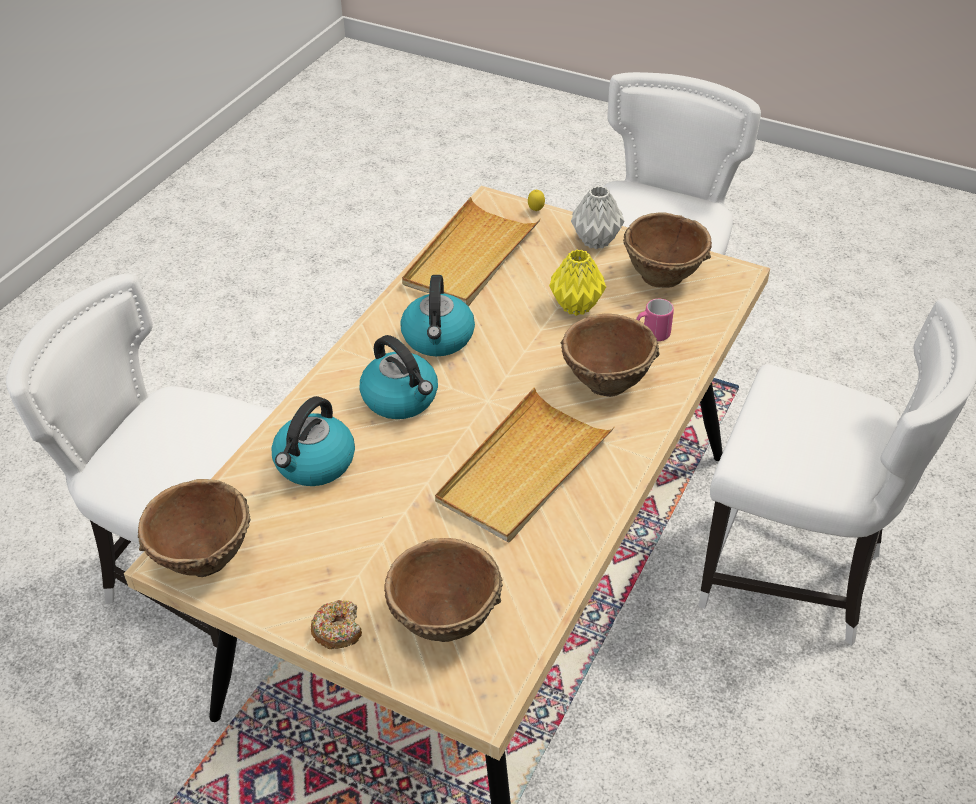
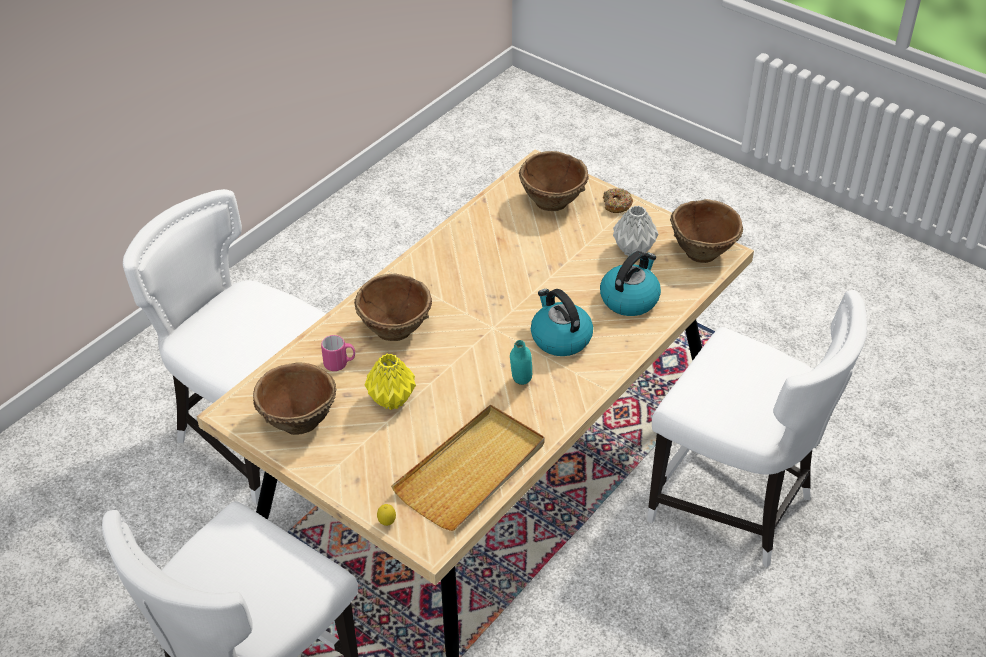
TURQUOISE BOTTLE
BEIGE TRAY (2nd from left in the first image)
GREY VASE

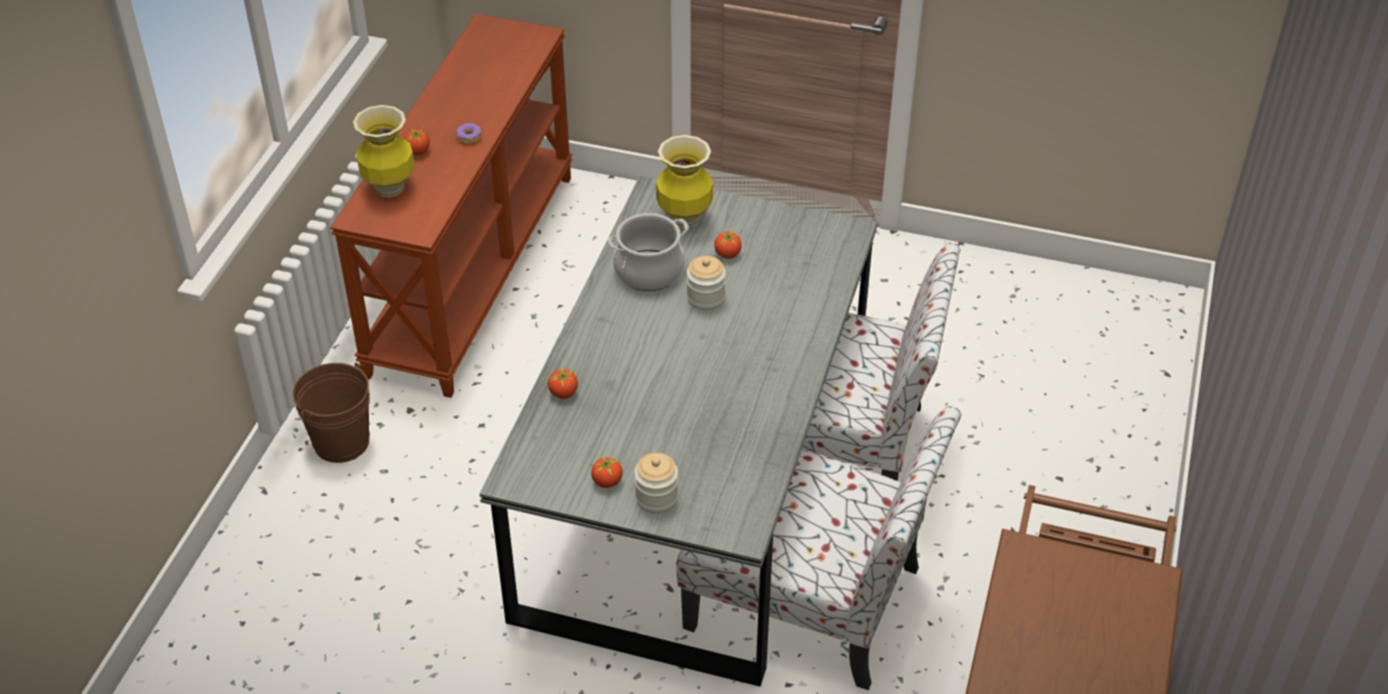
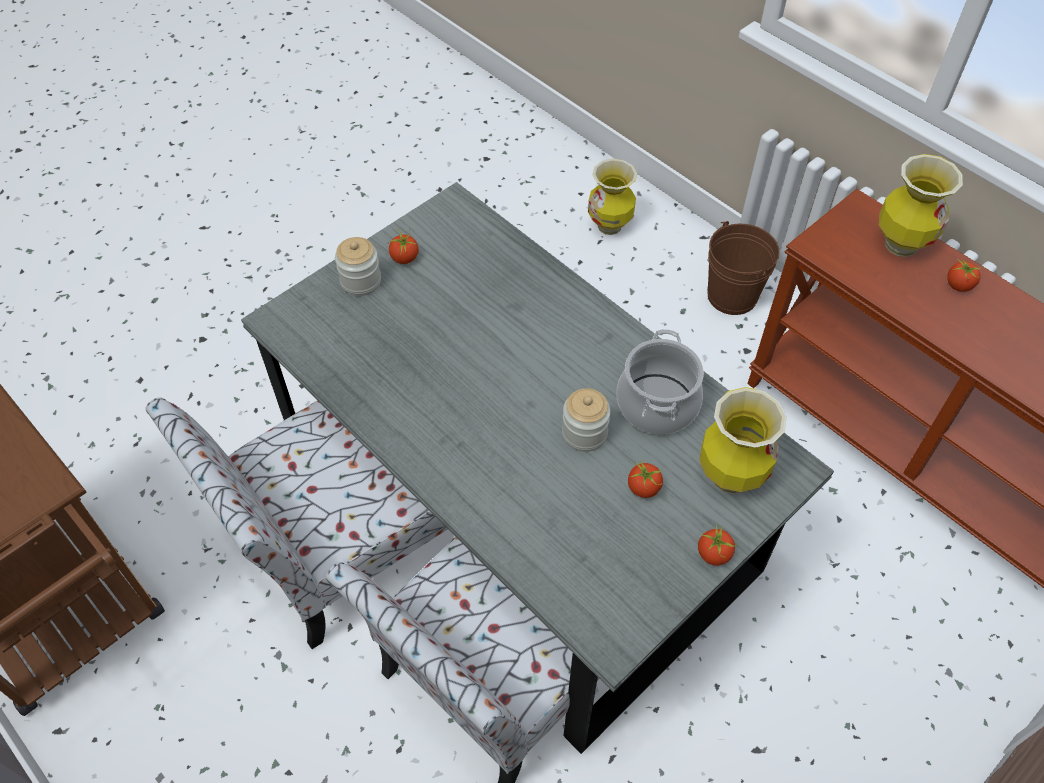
DONUT
TOMATO (3rd from left)
VASE (1st from left)

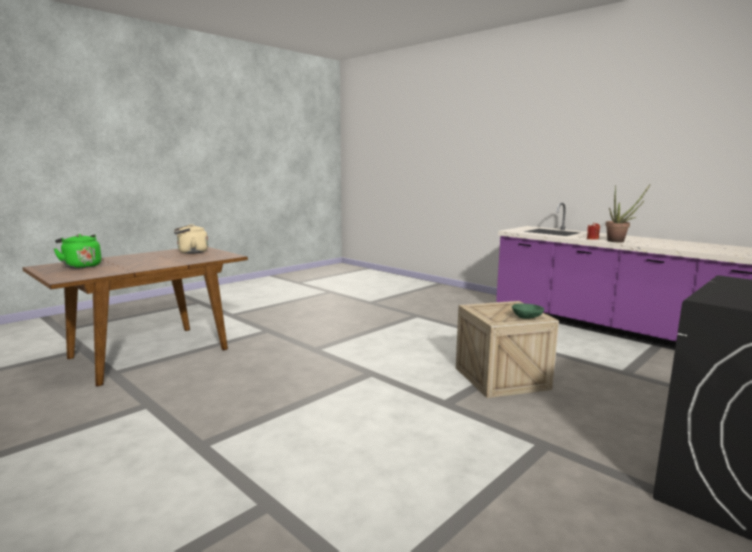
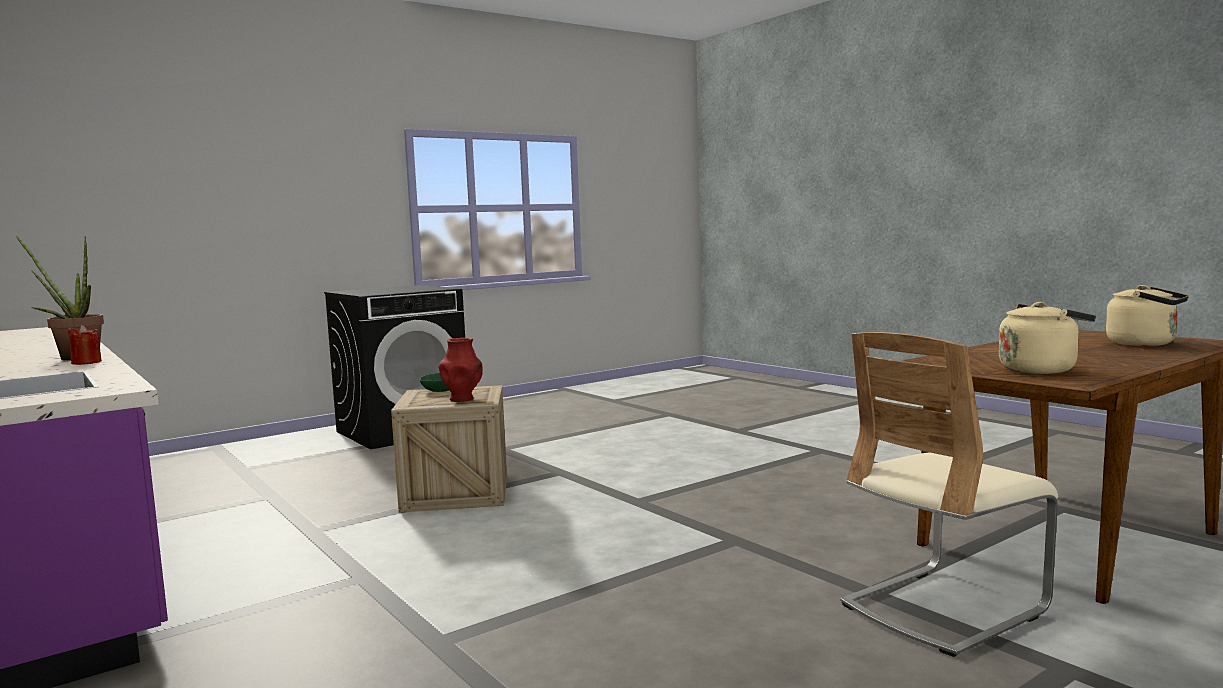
BEIGE KETTLE (2nd from left)
RED VASE
BEIGE CHAIR

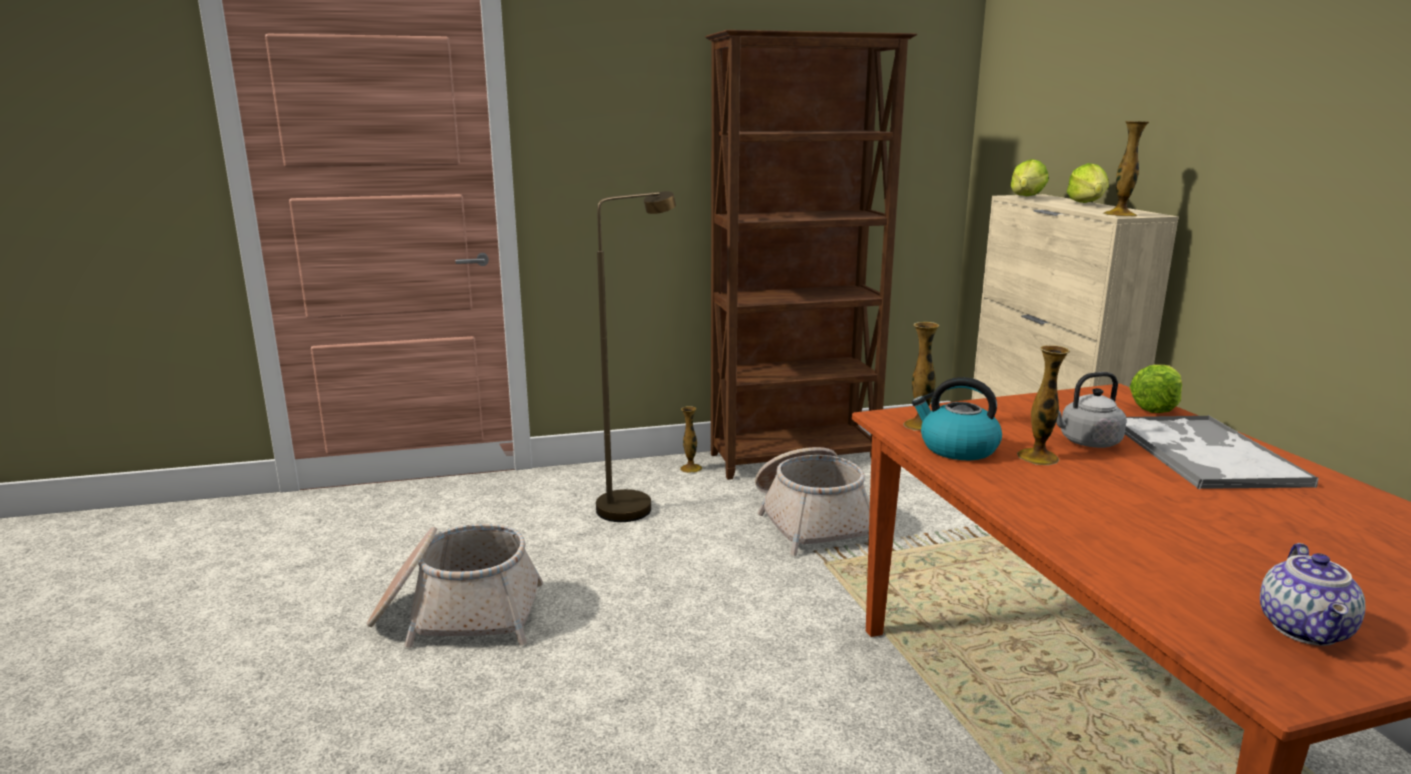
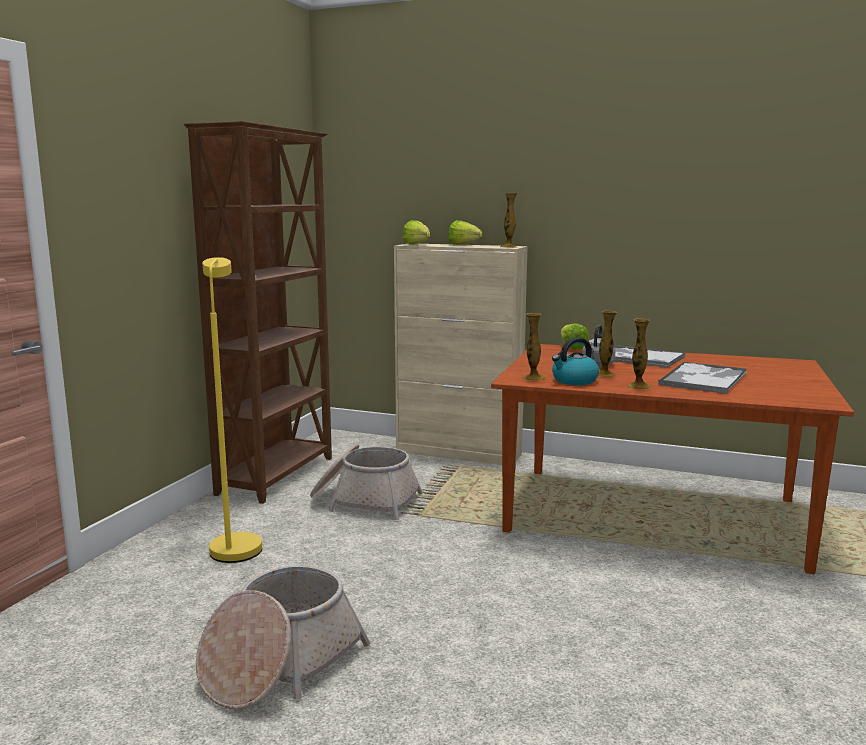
YELLOW FLOOR LAMP
VASE (4th from left)
TEAPOT
TRAY (2nd from left)

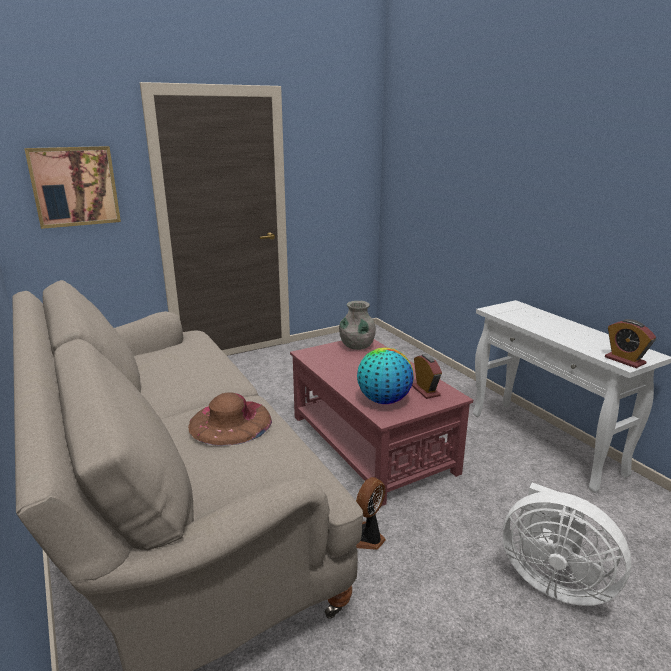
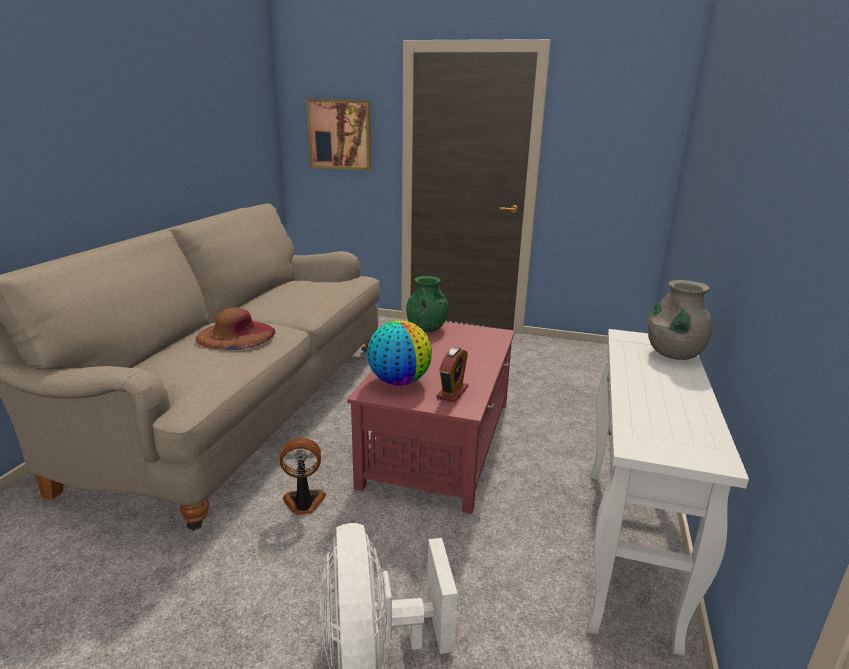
GREY VASE
ALARM CLOCK (2nd from left in the first image)
GREEN VASE

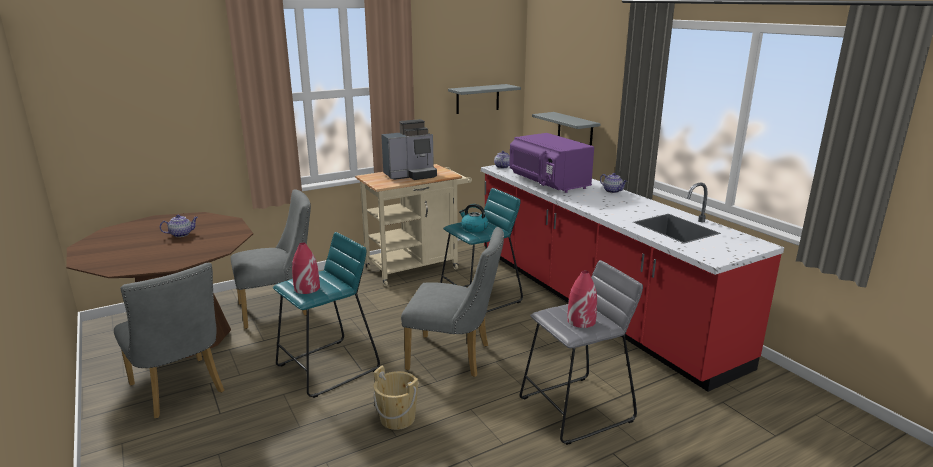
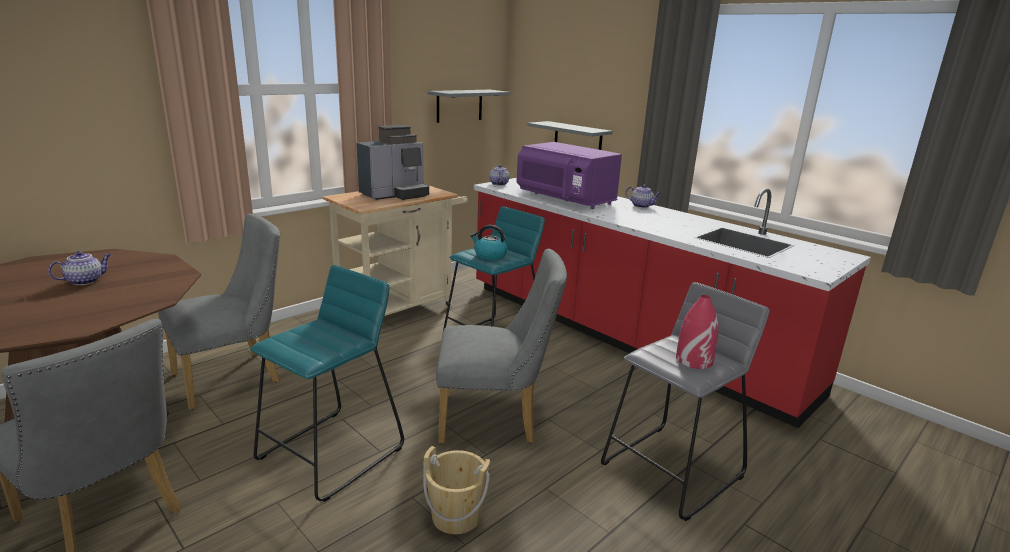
RED VASE (1st from left in the first image)

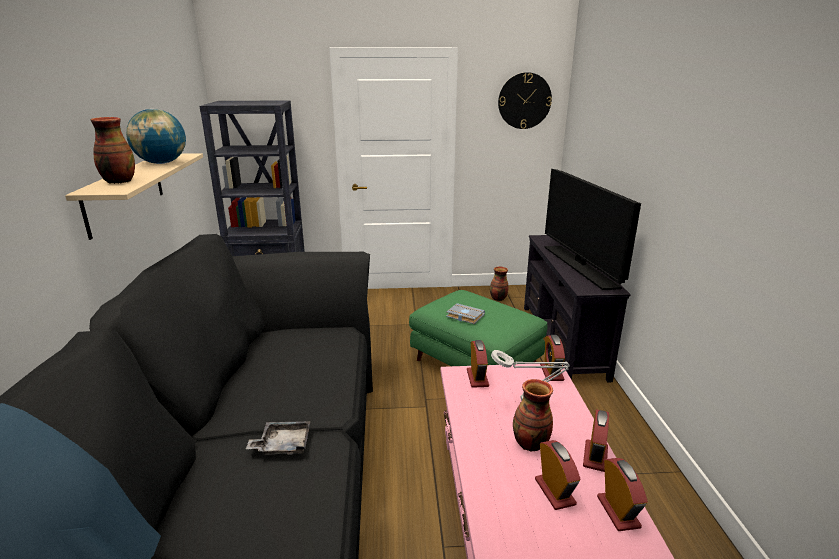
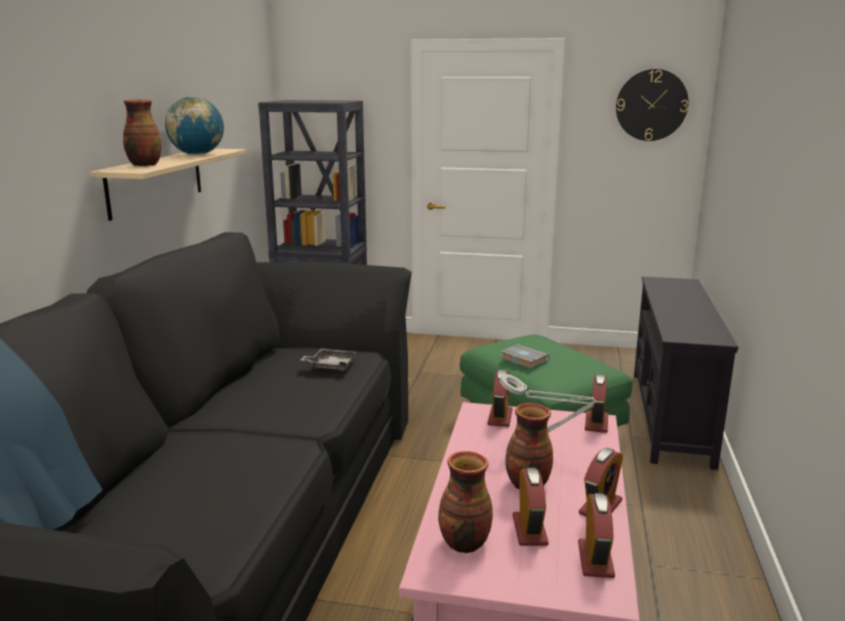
GREY TRAY
VASE (2nd from left)
TELEVISION

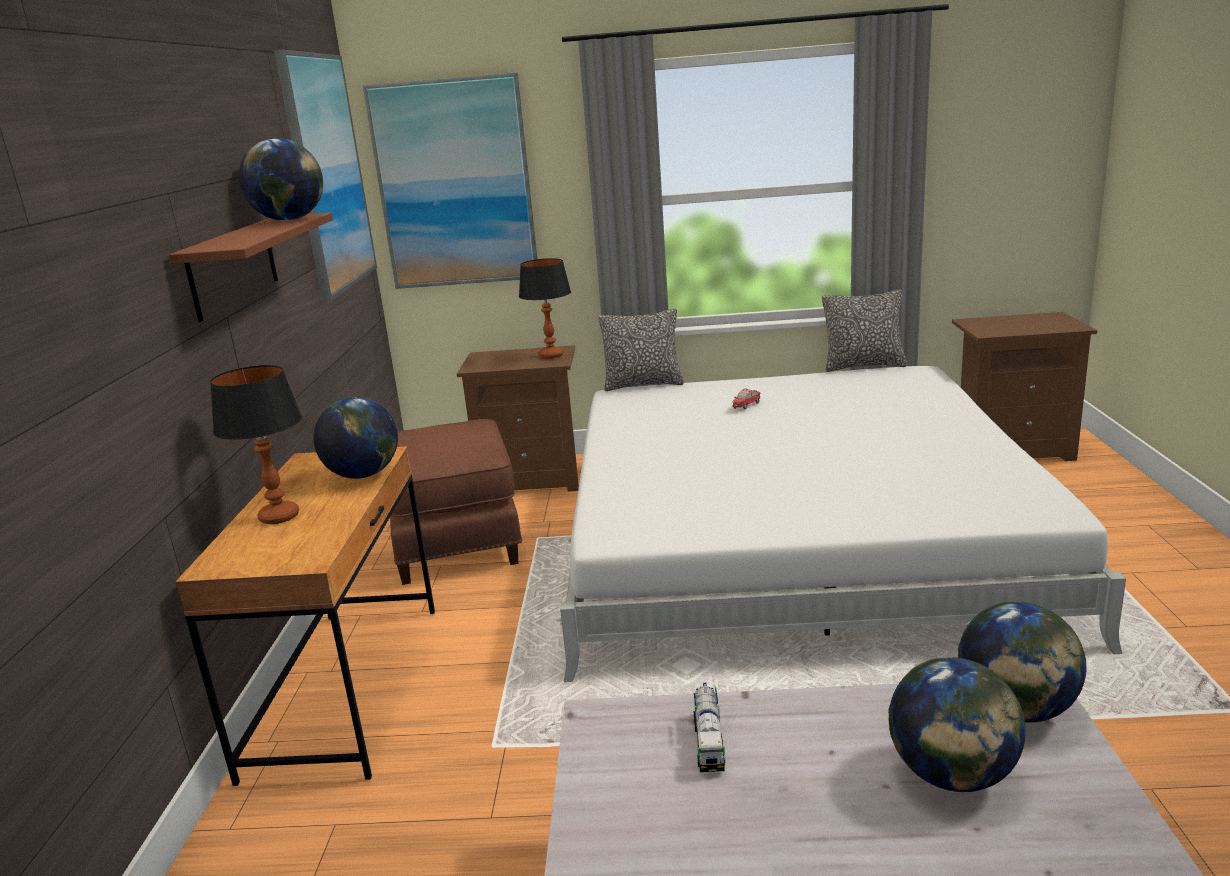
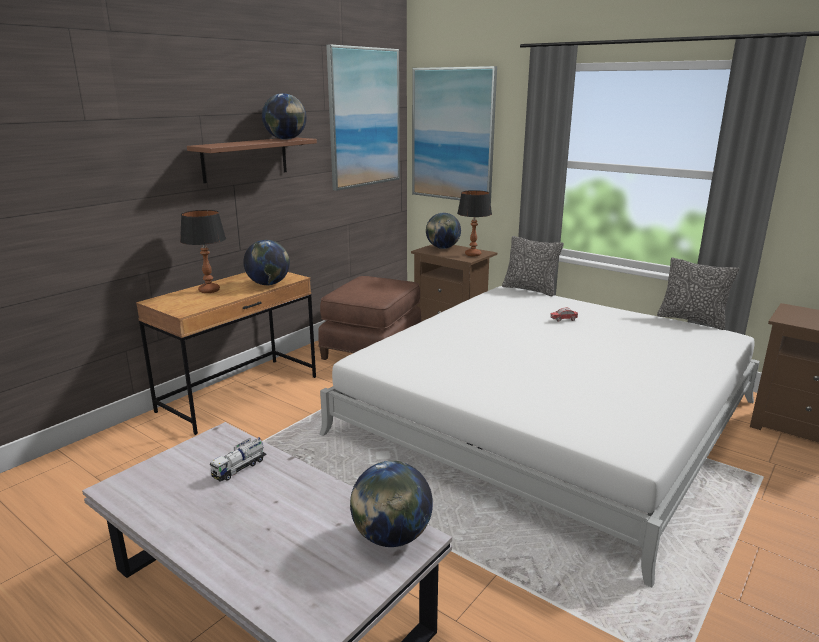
GLOBE (4th from left)

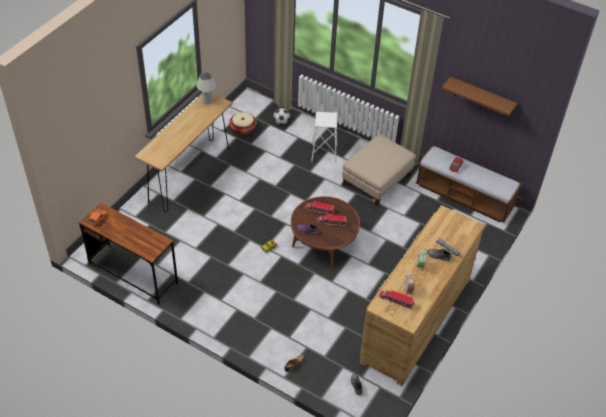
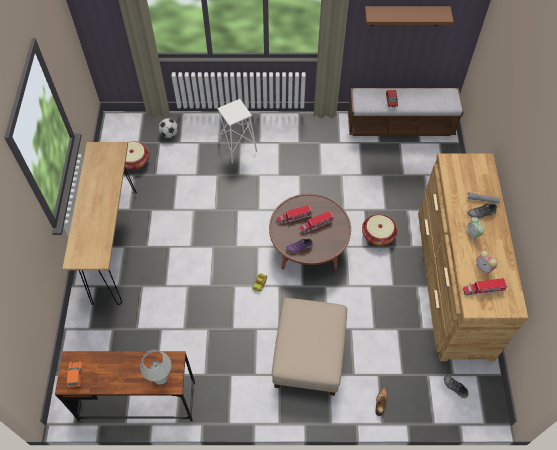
WHITE TABLE LAMP
BEIGE OTTOMAN
BASKET (2nd from left)

